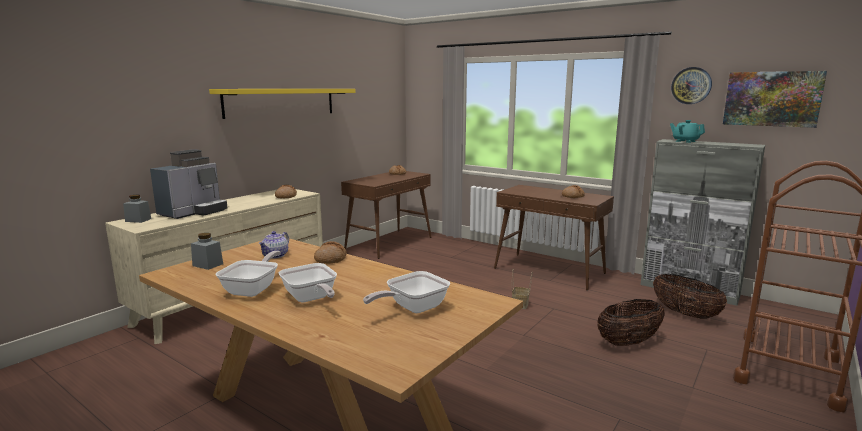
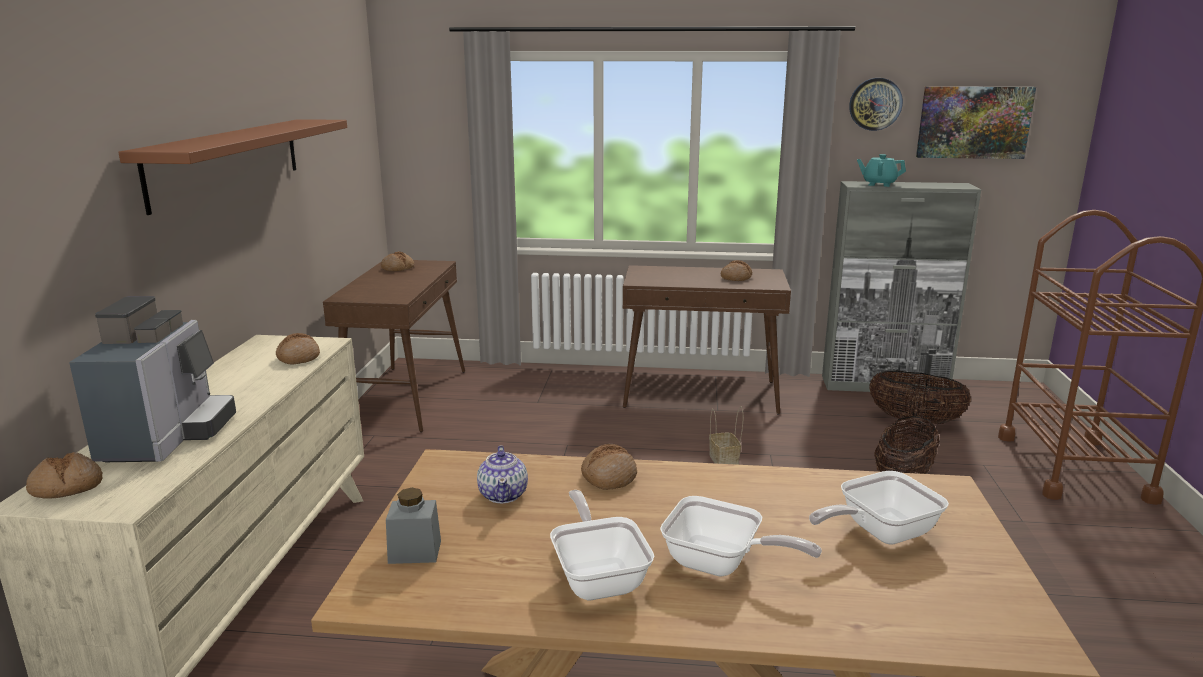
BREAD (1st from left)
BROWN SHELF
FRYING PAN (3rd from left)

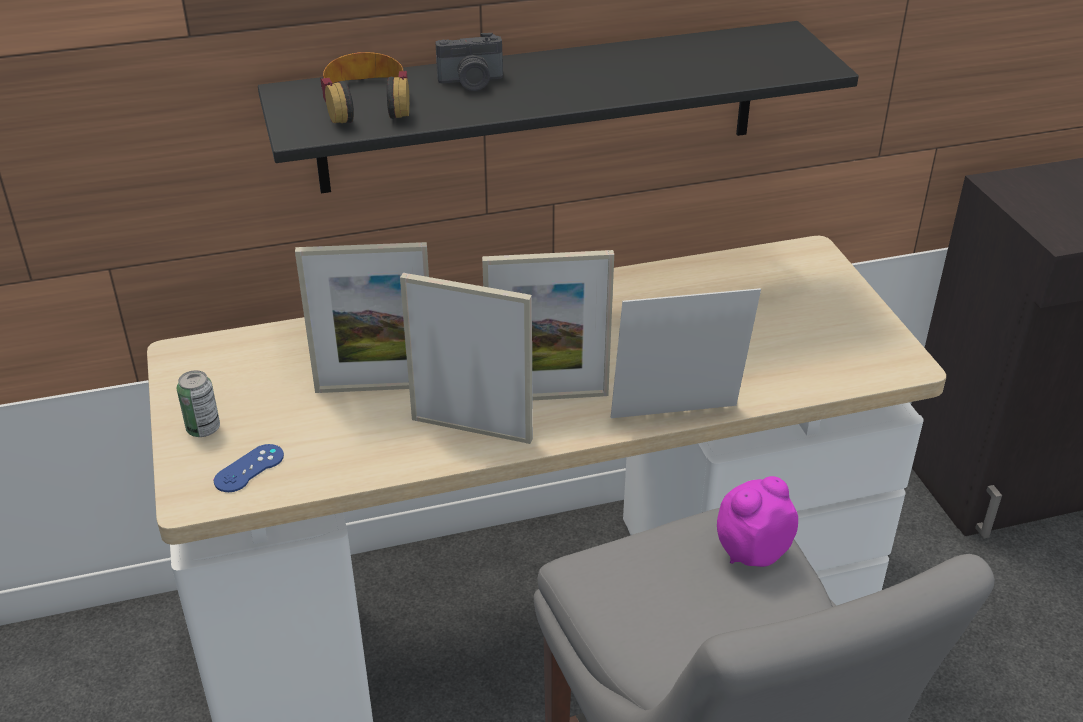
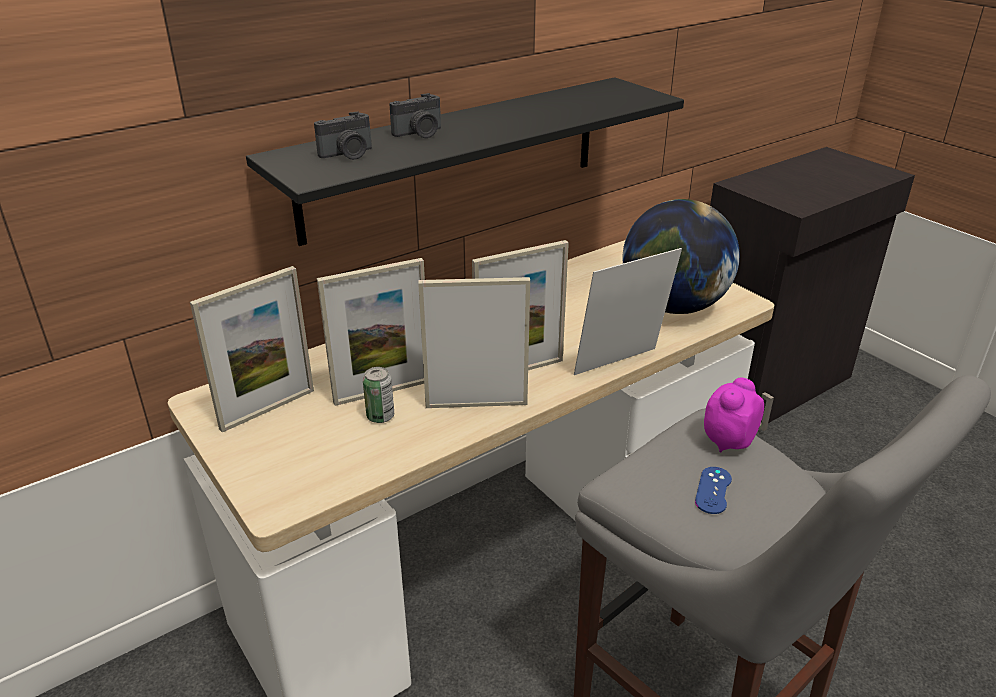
CAN
BLUE GAME CONTROLLER
PHOTO CAMERA (1st from left)
PICTURE FRAME (1st from left)
GLOBE

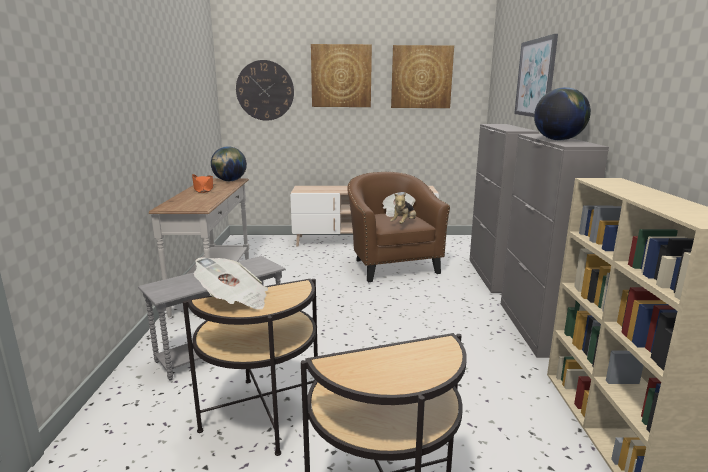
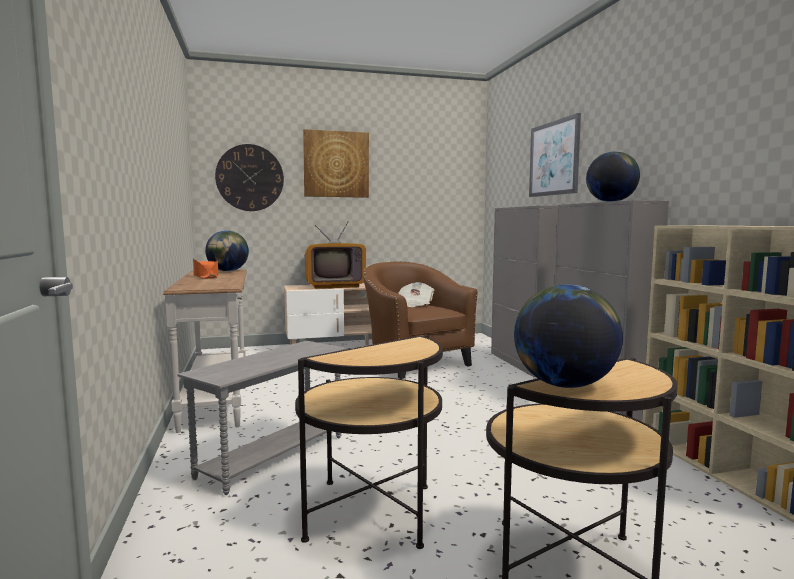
NEWSPAPER (1st from left in the first image)
PLUSH TOY
PICTURE (2nd from left in the first image)
TELEVISION
GLOBE (2nd from left)

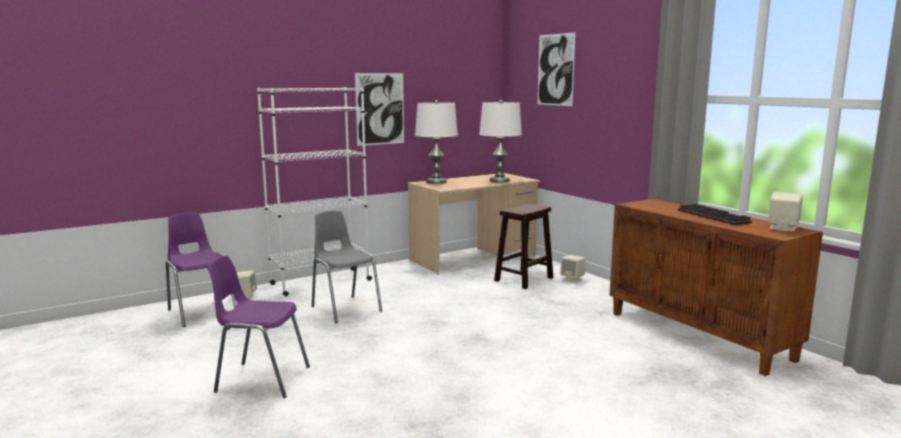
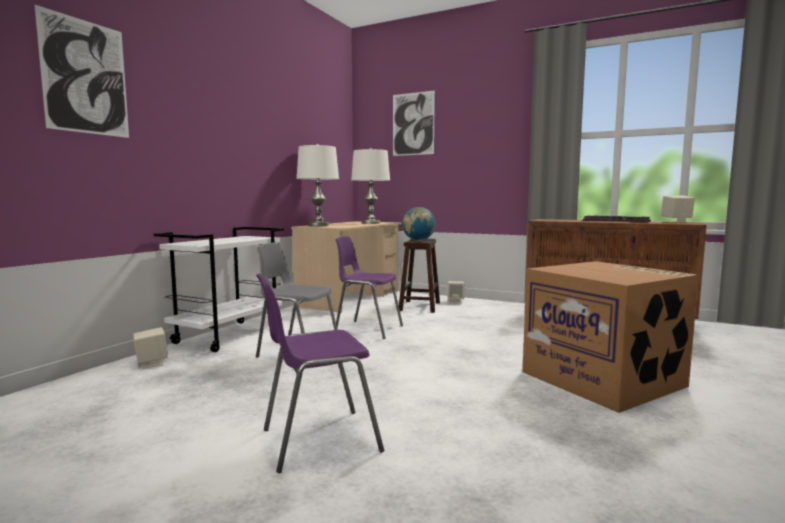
PURPLE CHAIR (2nd from left)
WHITE CART
PICTURE (1st from left)
GLOBE
CARDBOARD BOX

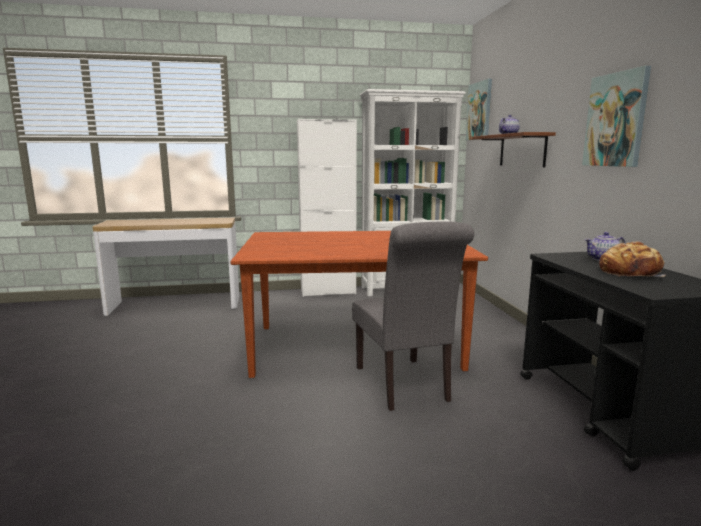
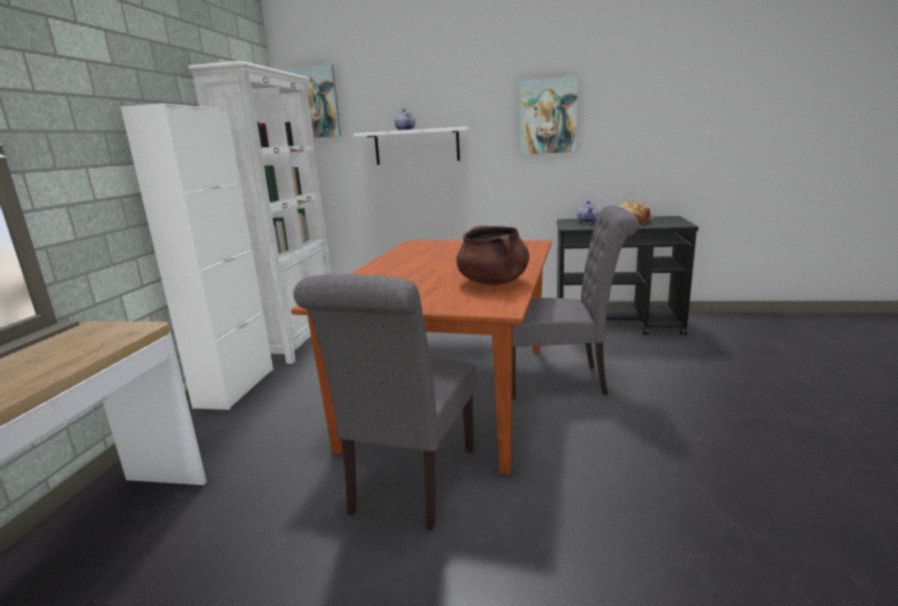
WHITE SHELF
GREY CHAIR (1st from left)
BROWN COOKING POT

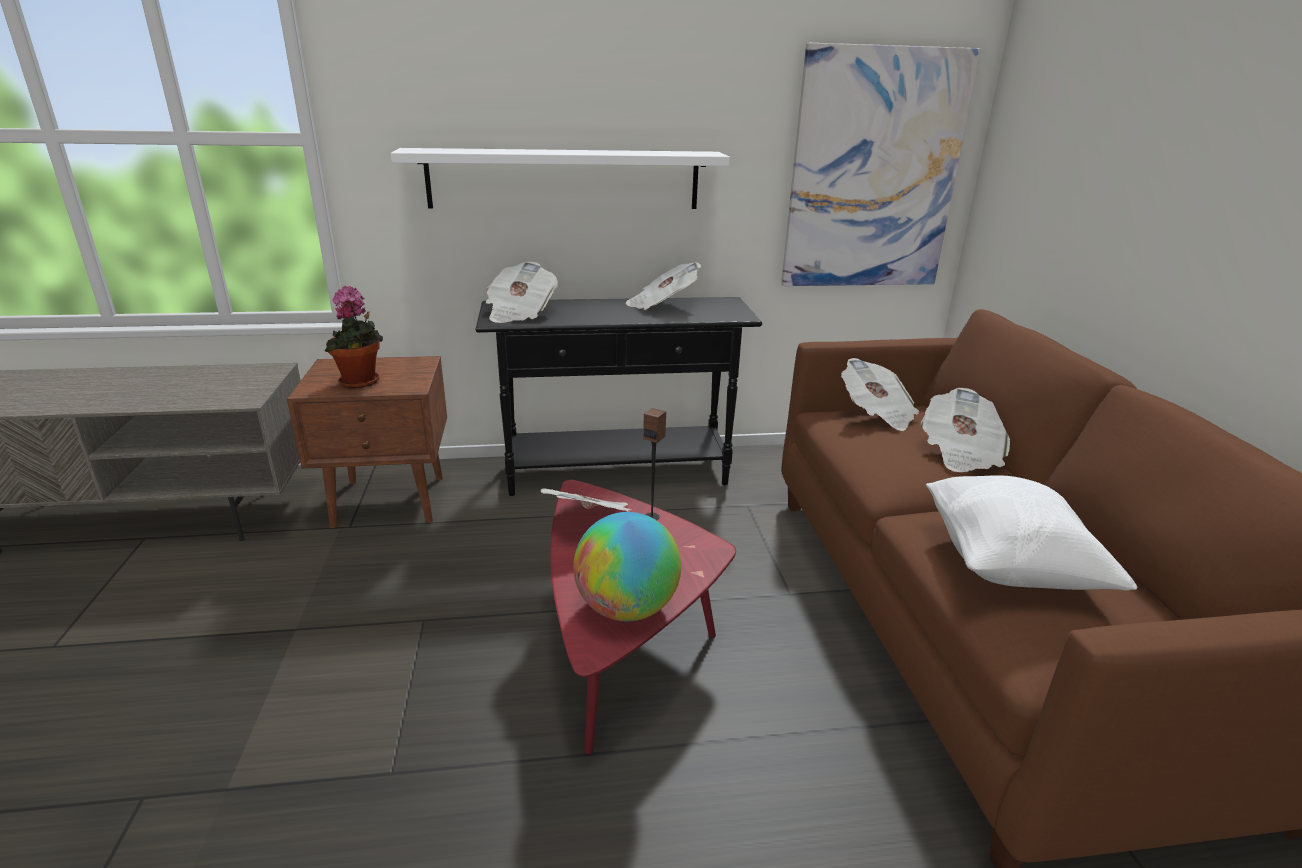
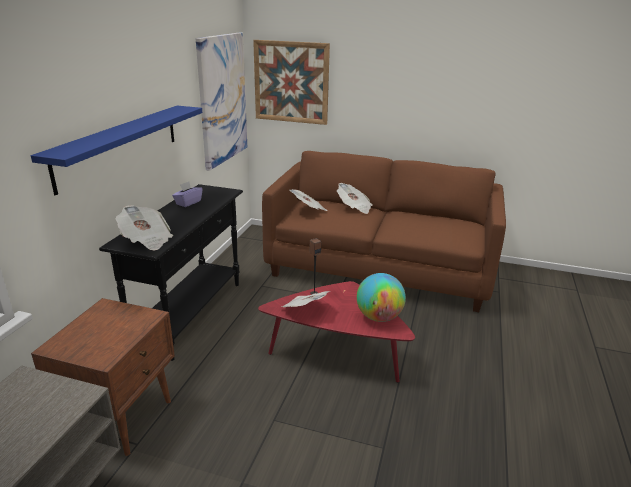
POTTED PLANT
BLUE SHELF
PURPLE TISSUE BOX
WHITE PILLOW
PICTURE (2nd from left)

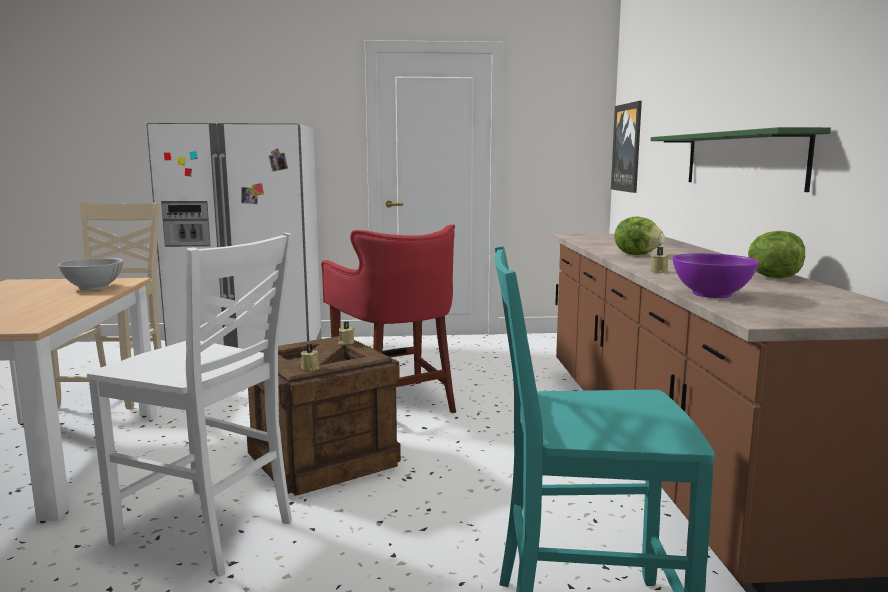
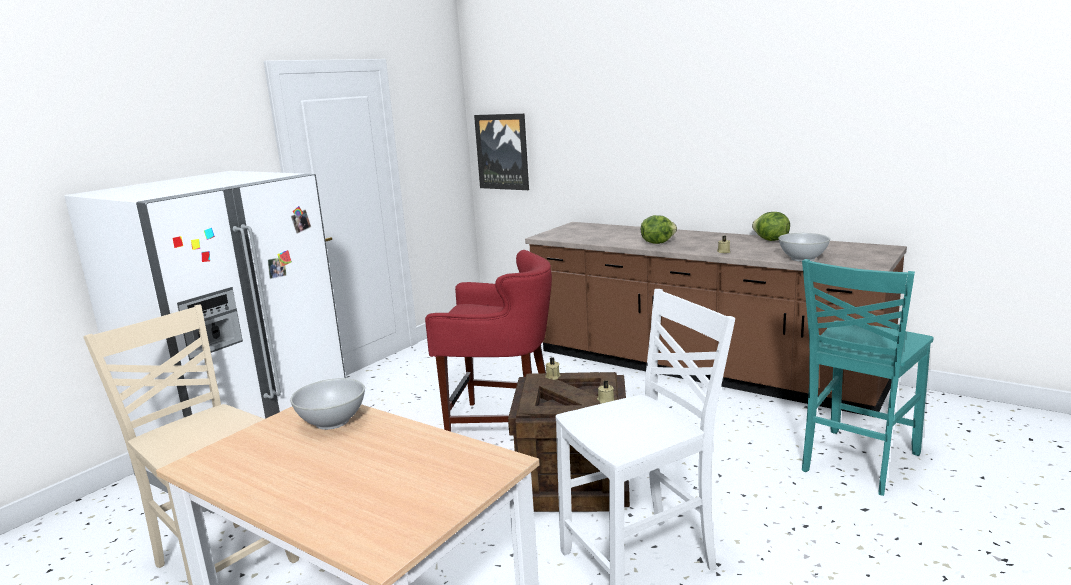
GREEN SHELF
WHITE BOWL (2nd from left)

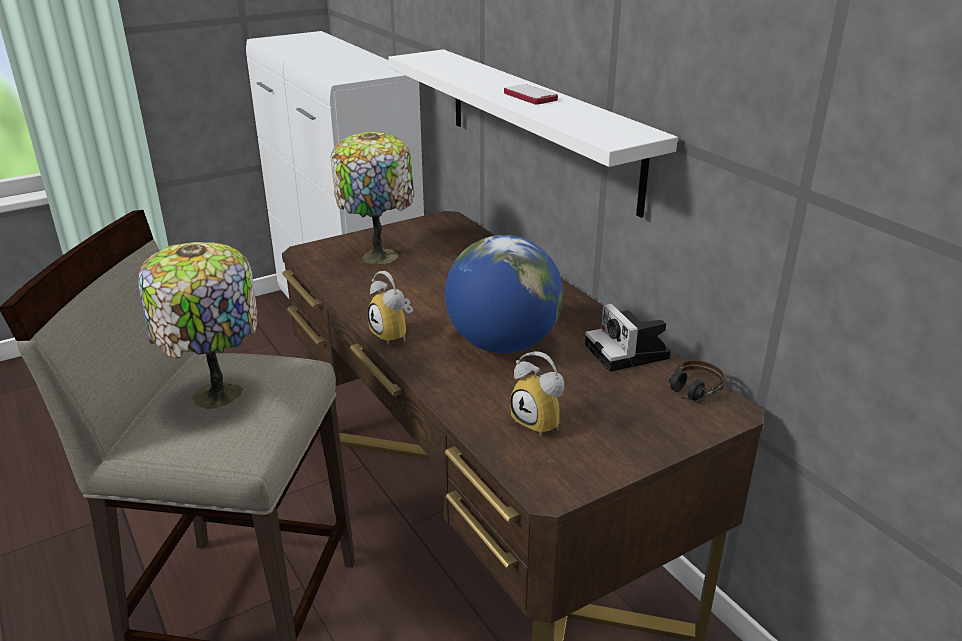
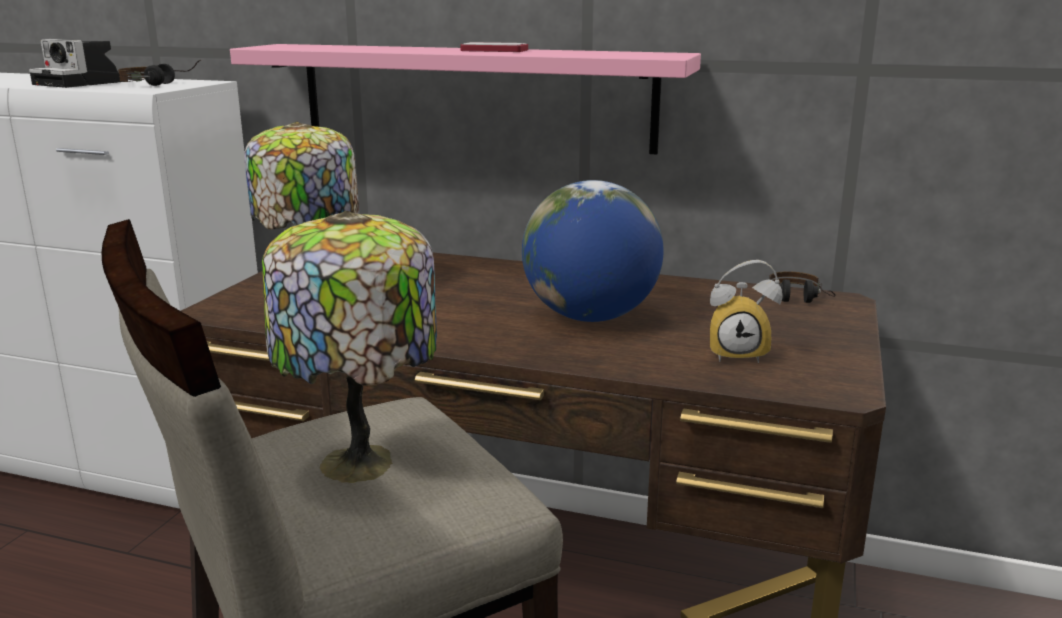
ALARM CLOCK (1st from left in the first image)
PINK SHELF
PHOTO CAMERA
HEADPHONES (1st from left)

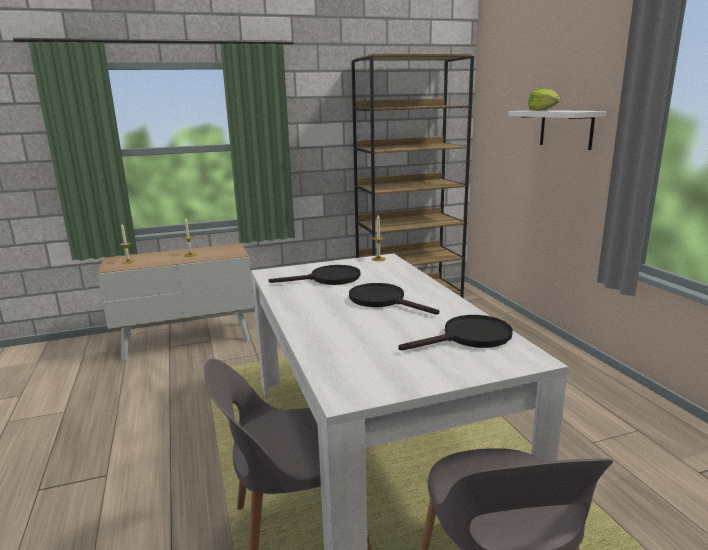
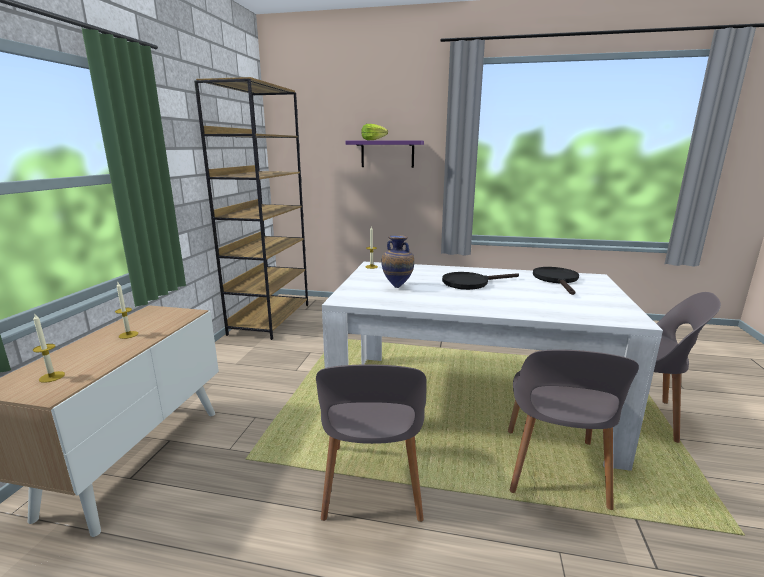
VASE
PURPLE SHELF
GREY CHAIR (1st from left)

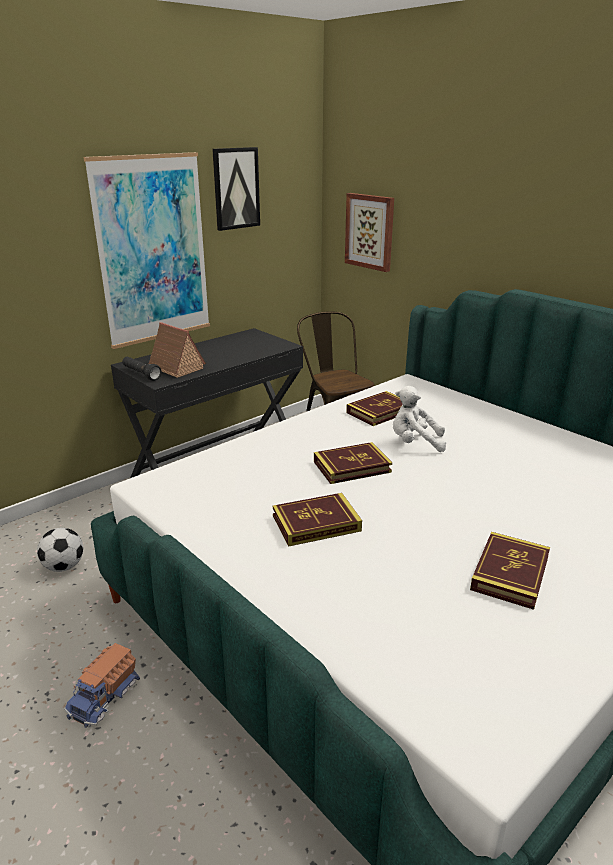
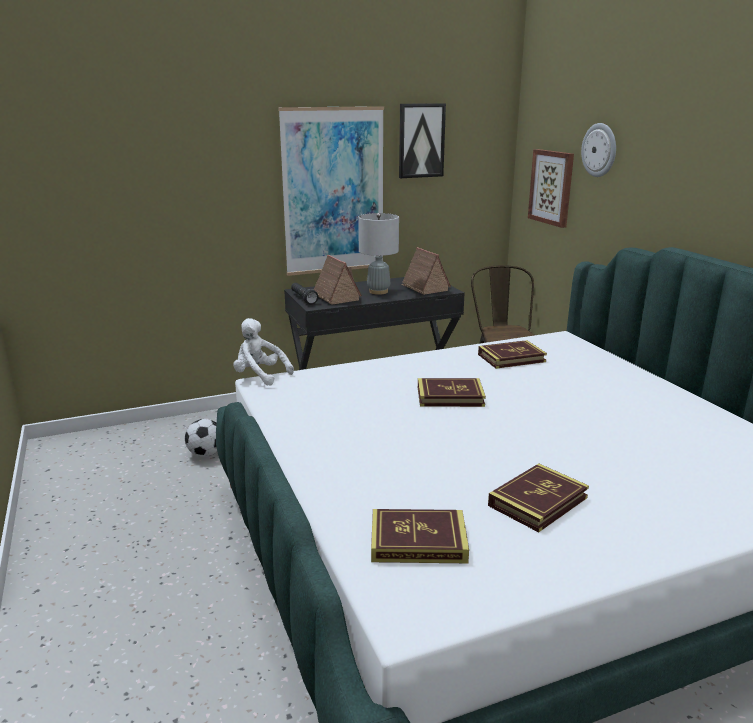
TOY TRUCK
BOOK (1st from left)
WHITE PLUSH TOY
GREY TABLE LAMP
TOY HOUSE (2nd from left)
WALL CLOCK

